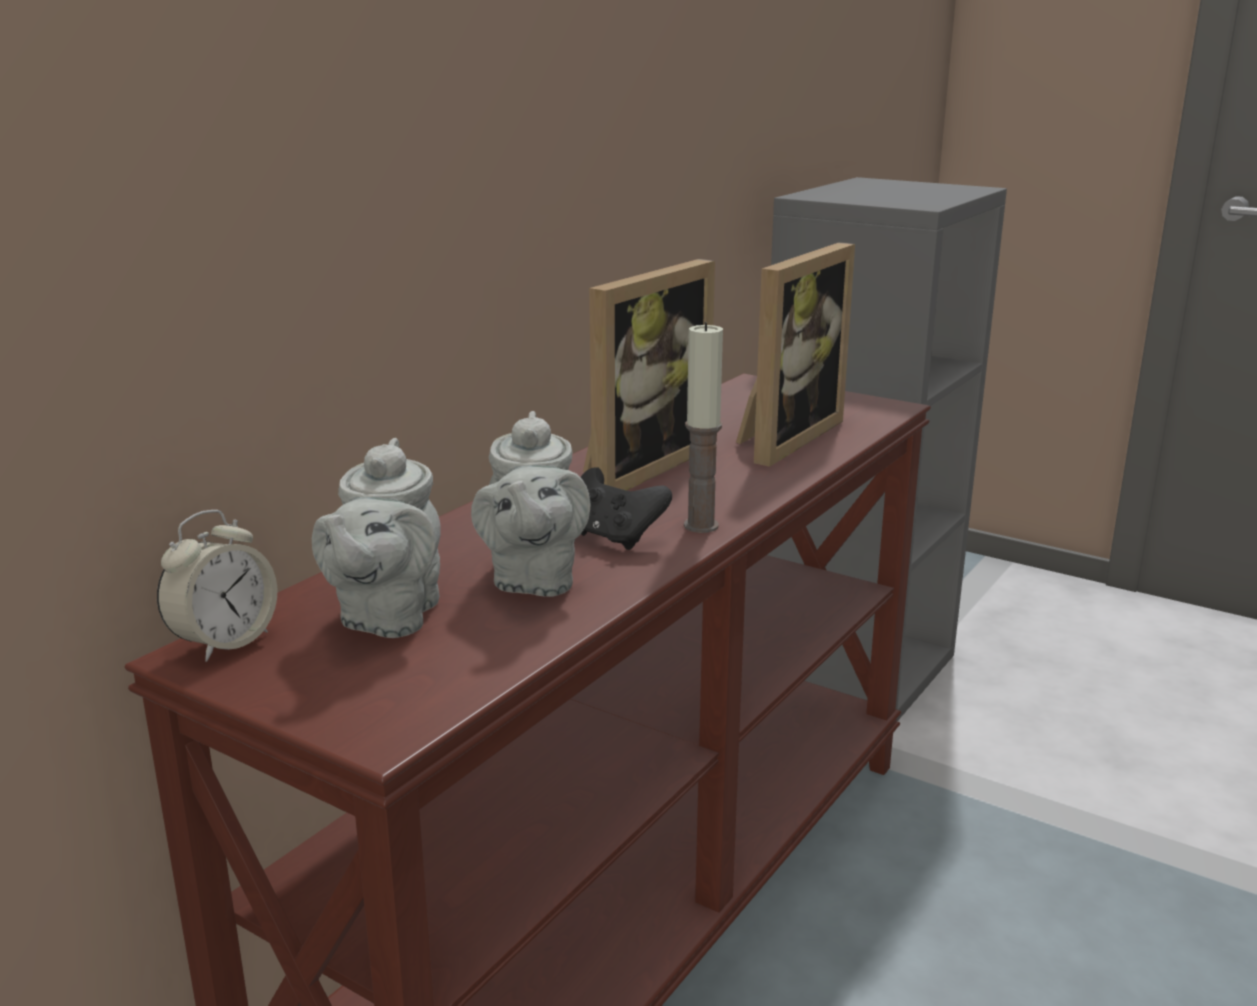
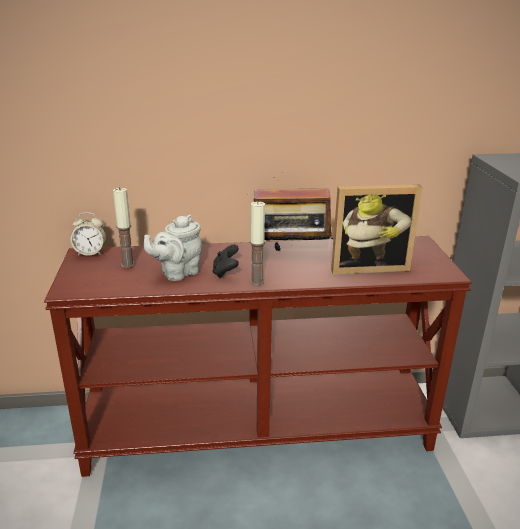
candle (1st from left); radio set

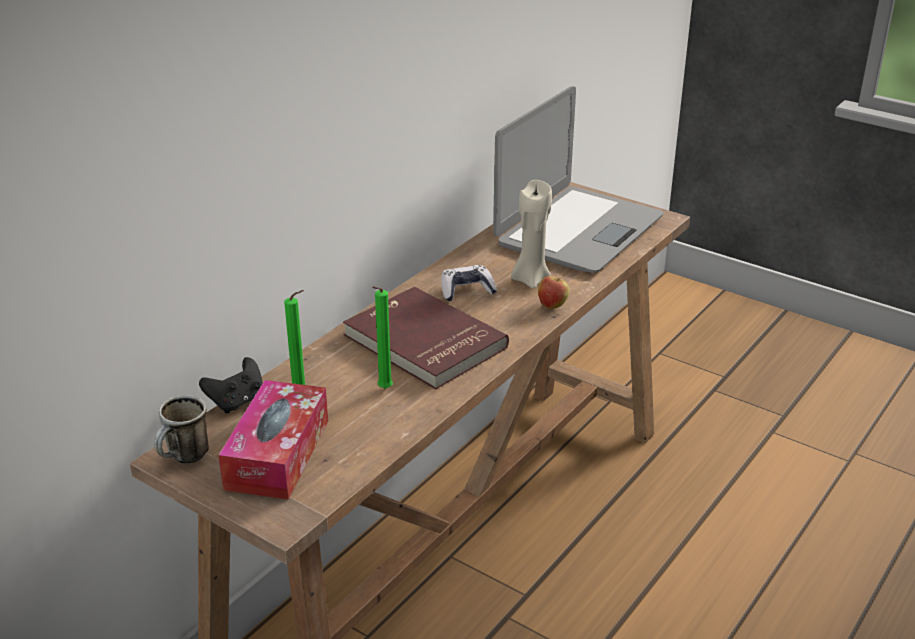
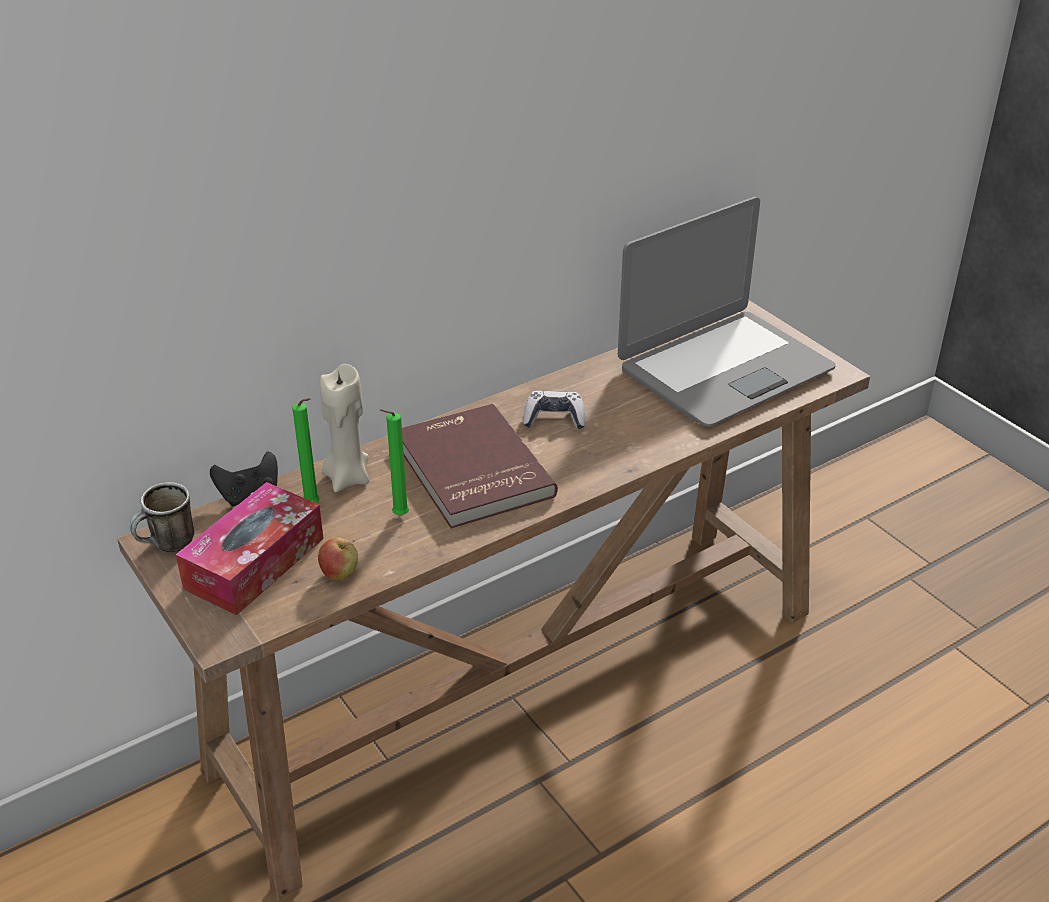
sand-coloured candle; apple fruit

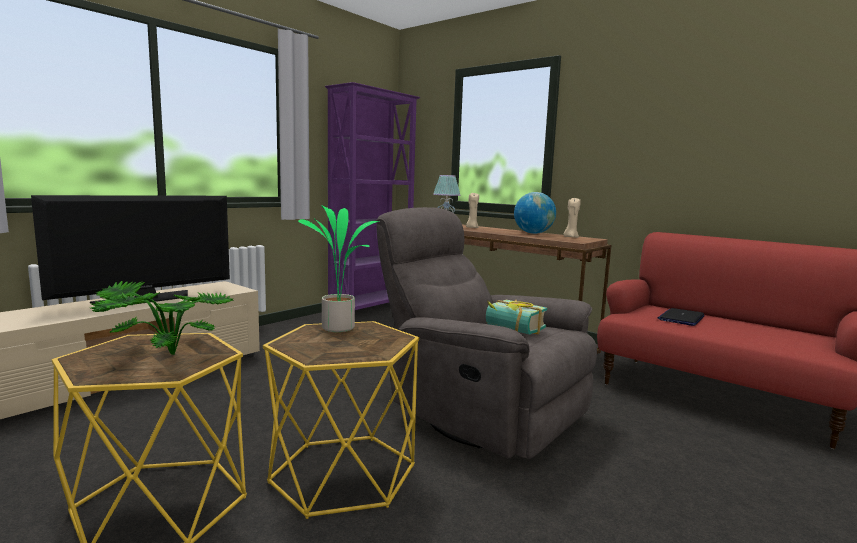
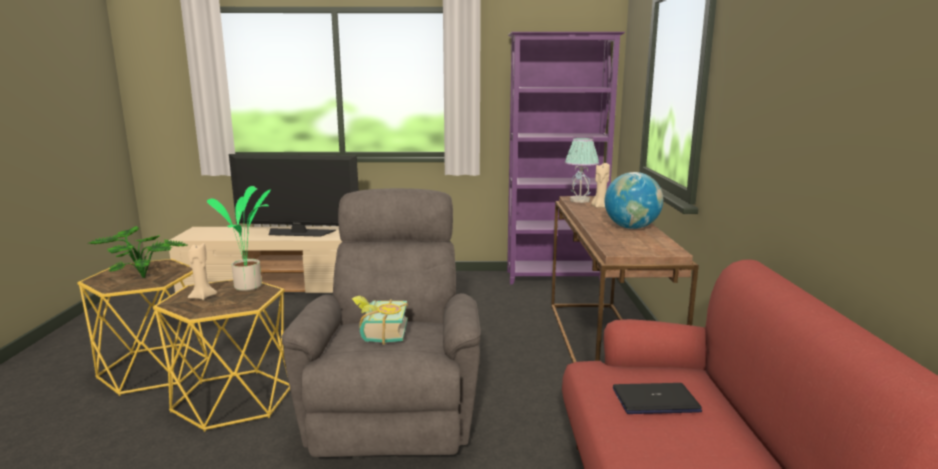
sand-coloured candle (1st from left)

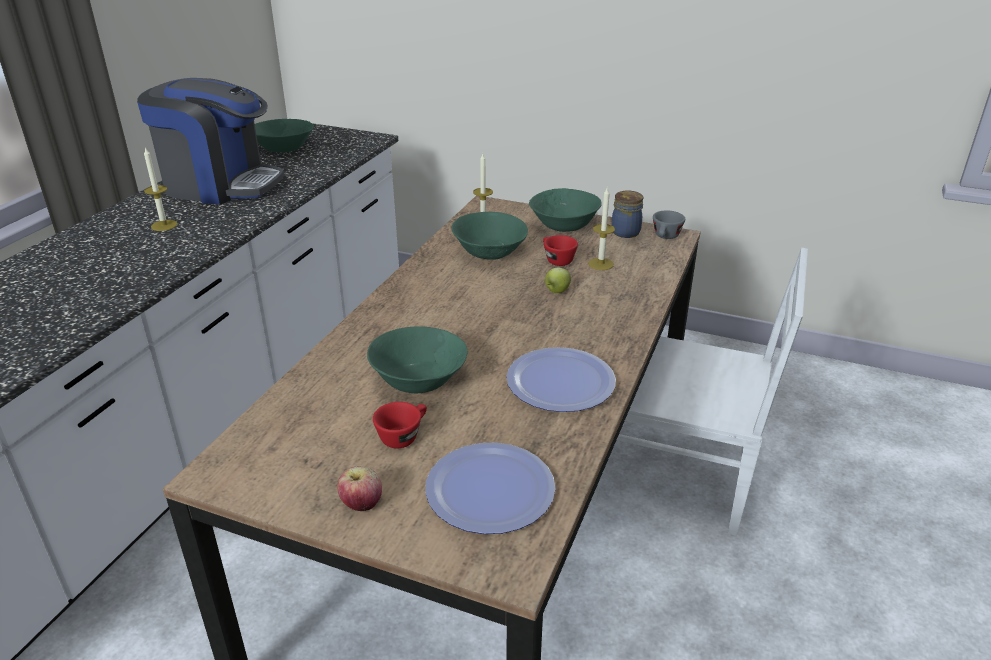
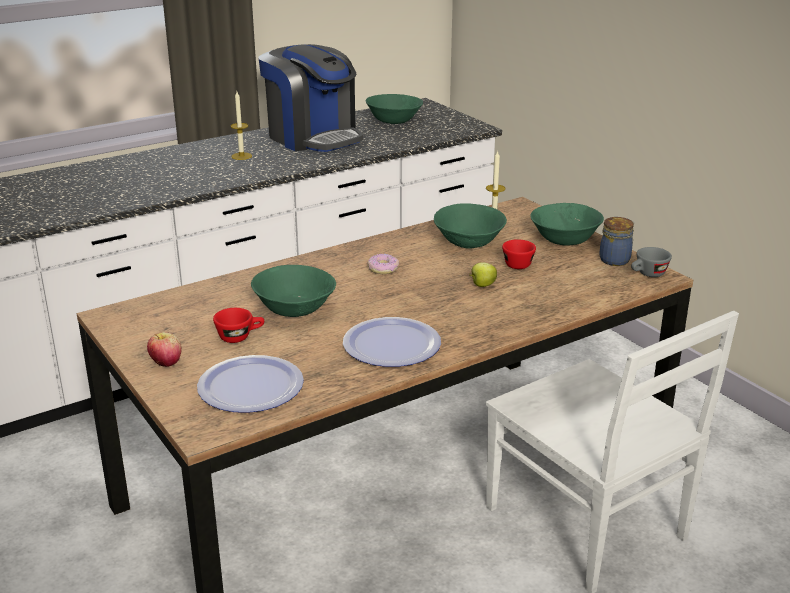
candle (3rd from left in the first image); doughnut

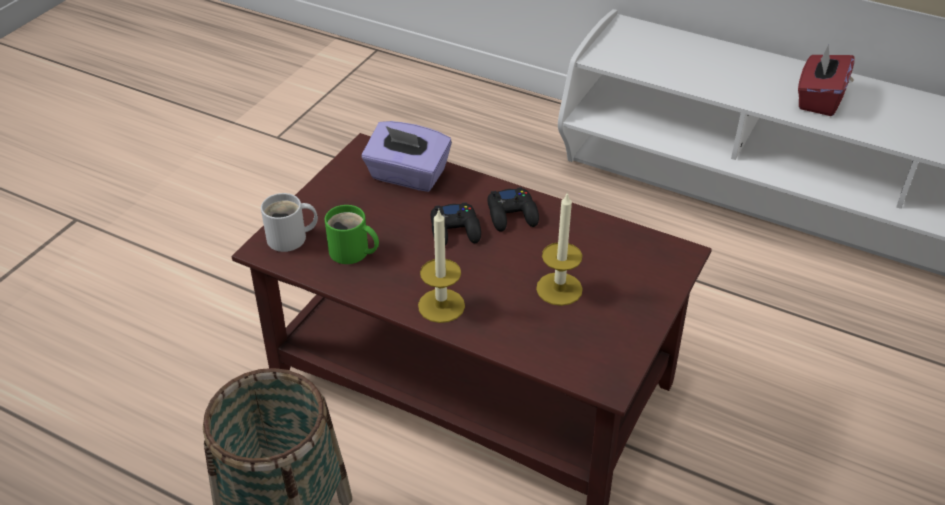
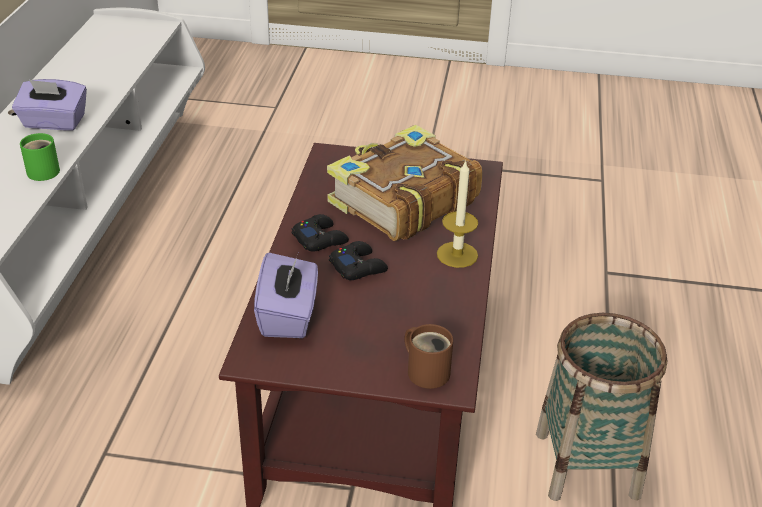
green coffee mug; volume; brownish coffee mug; purple-coloured tissue box (1st from left)

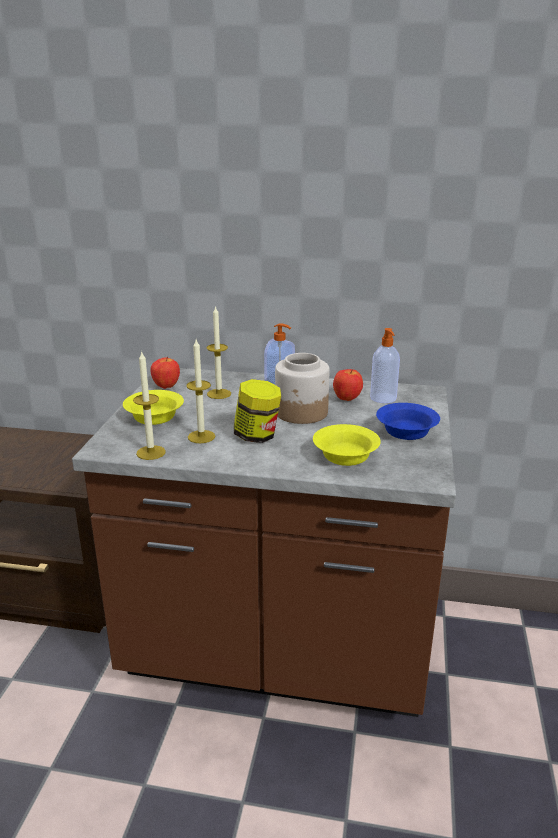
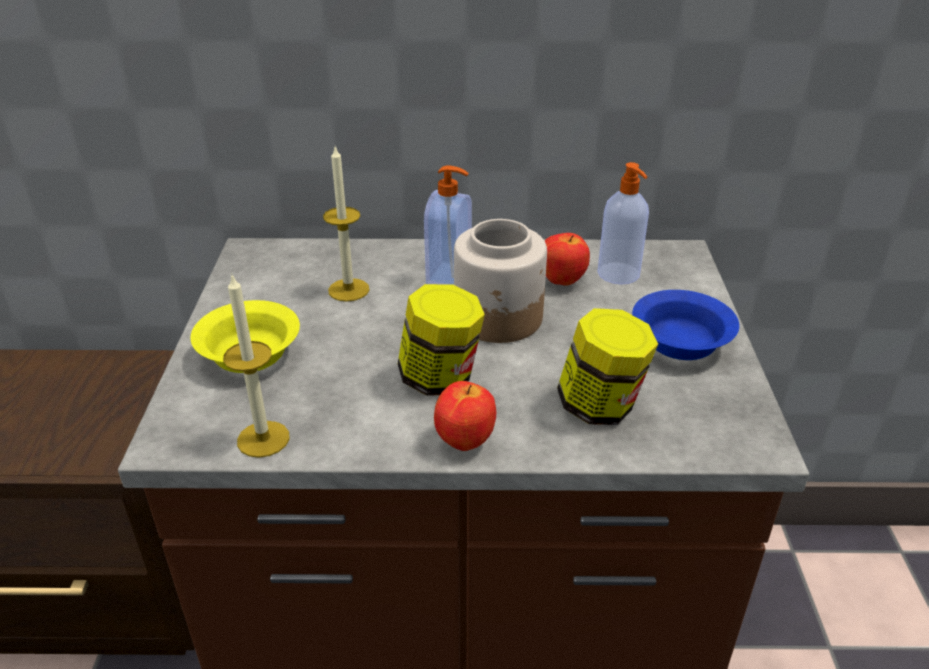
candle (2nd from left in the first image); apple fruit (1st from left); storage jar (3rd from left)

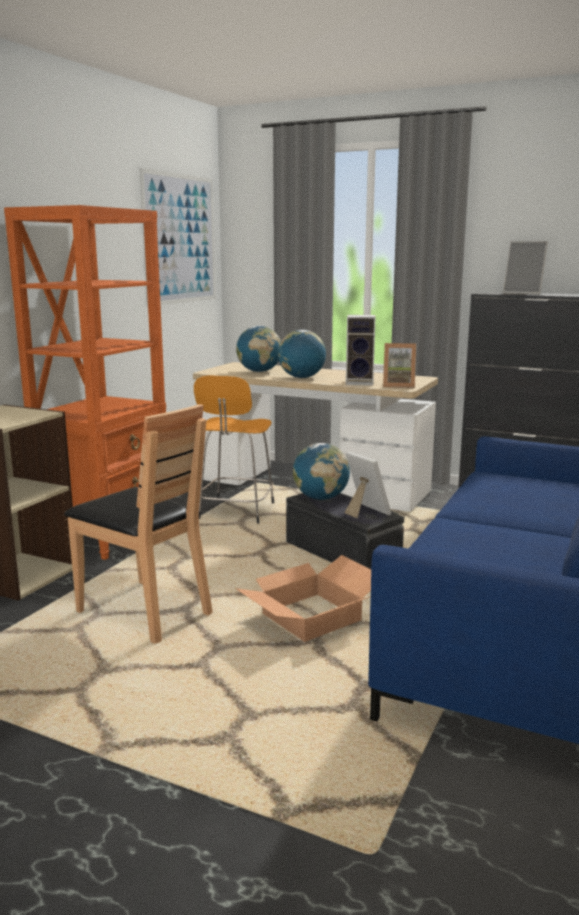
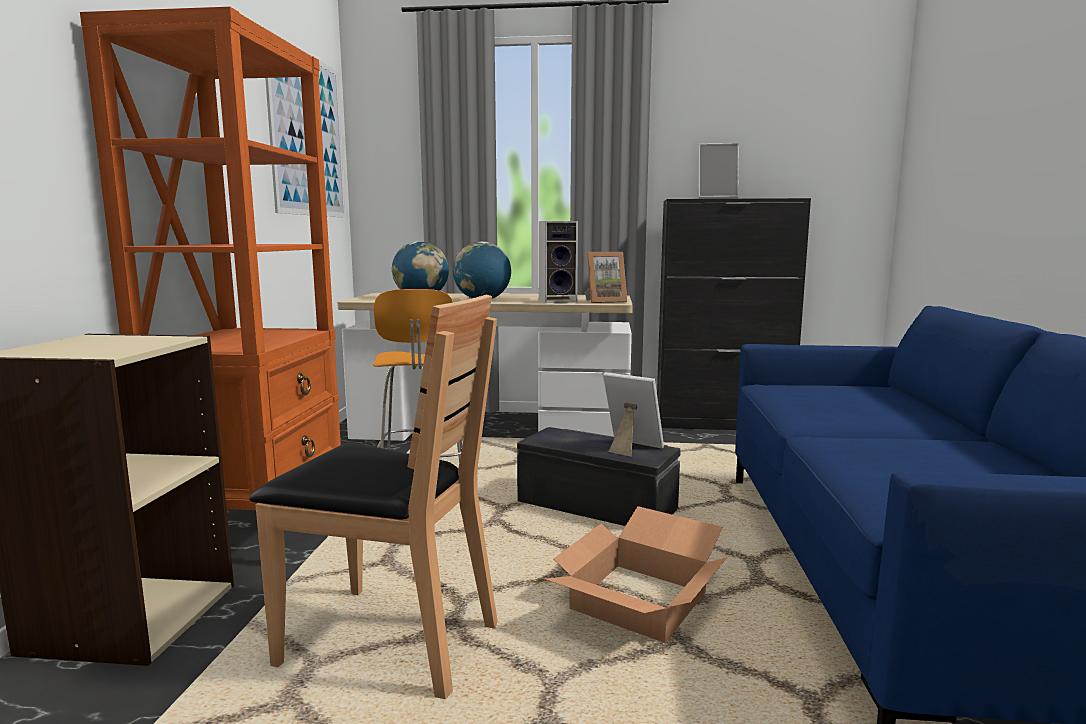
world globe (3rd from left in the first image)

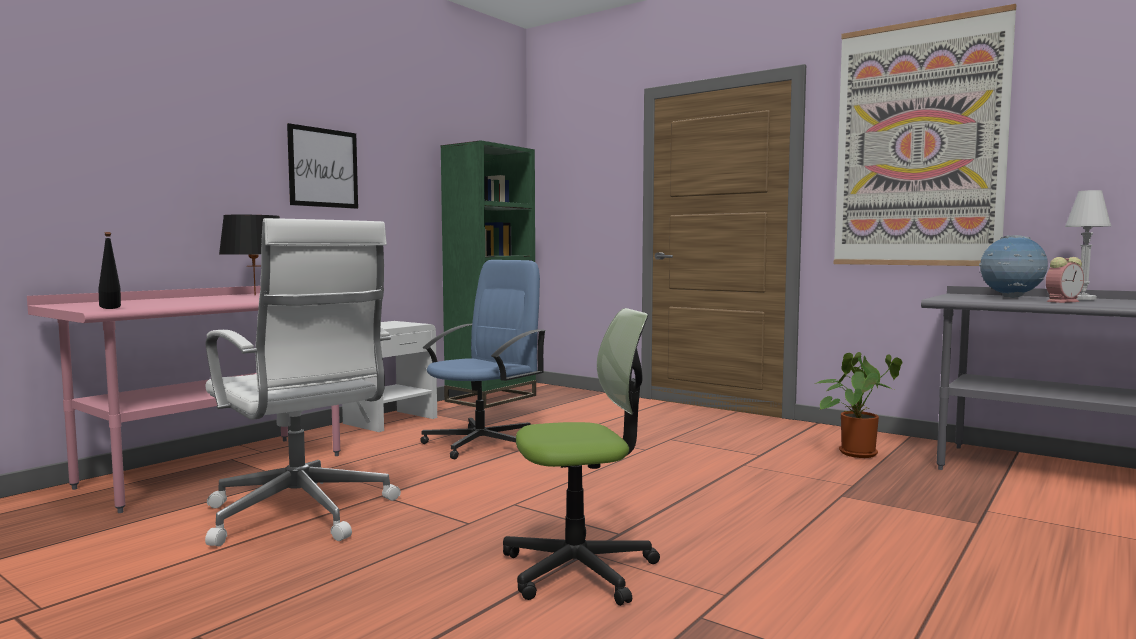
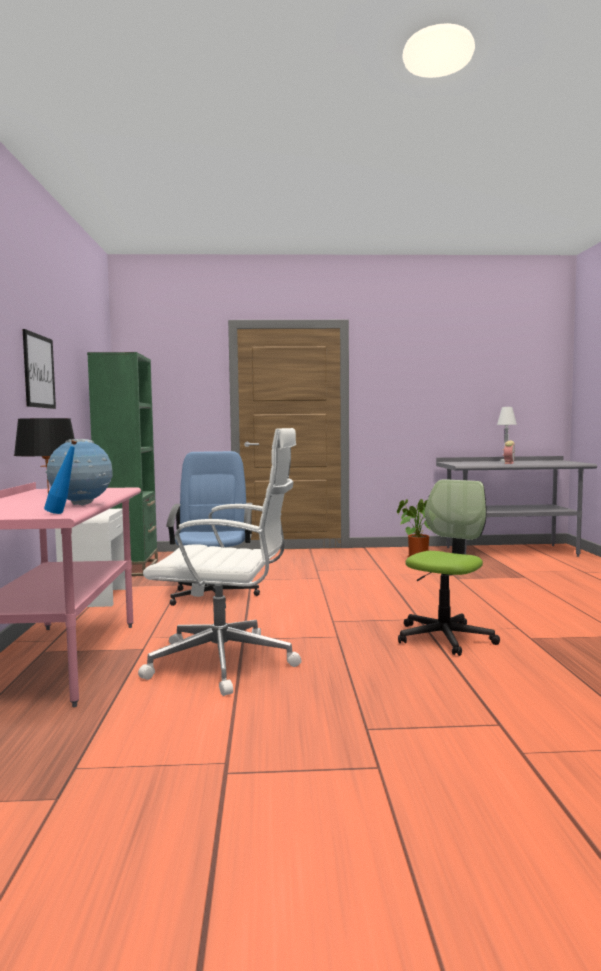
wall picture (2nd from left in the first image); world globe; bluish beverage bottle

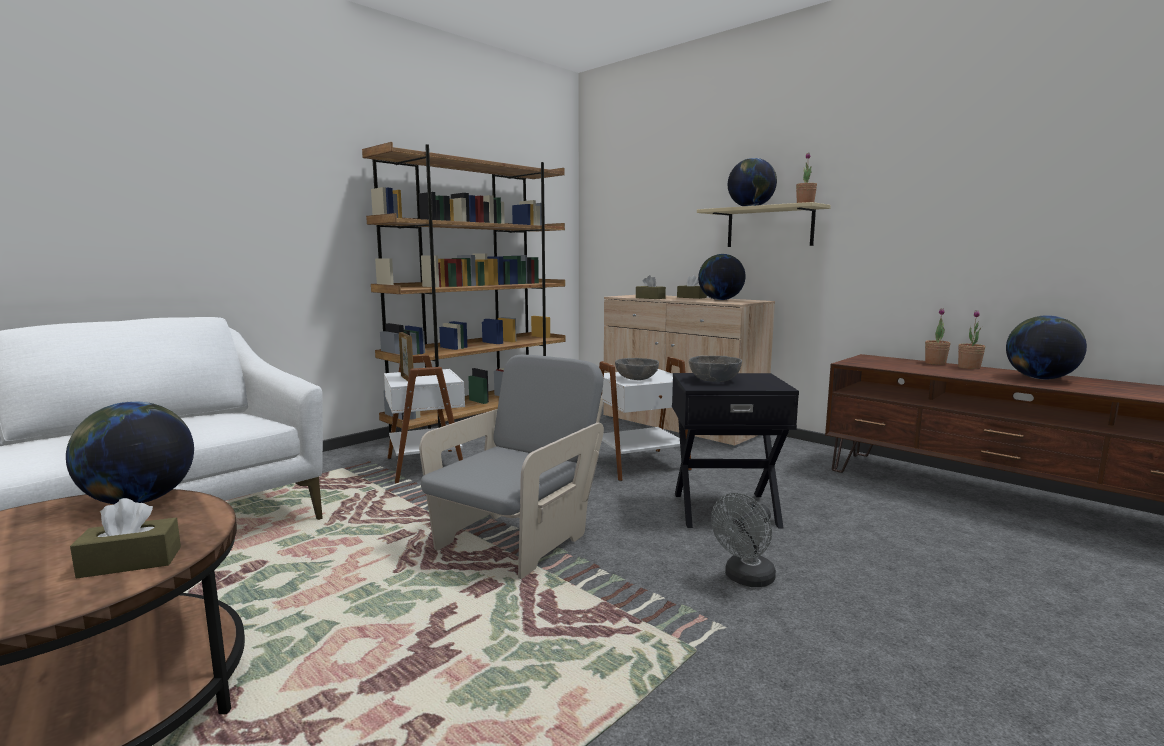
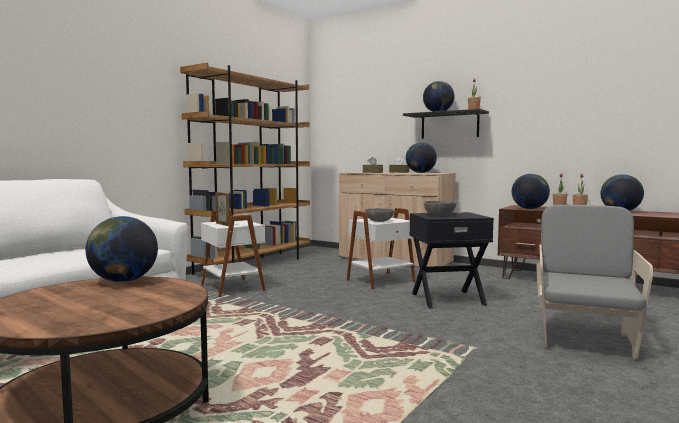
brownish tissue box (1st from left in the first image); grey fan; world globe (4th from left); grey lounge chair; black-coloured bracket shelf

